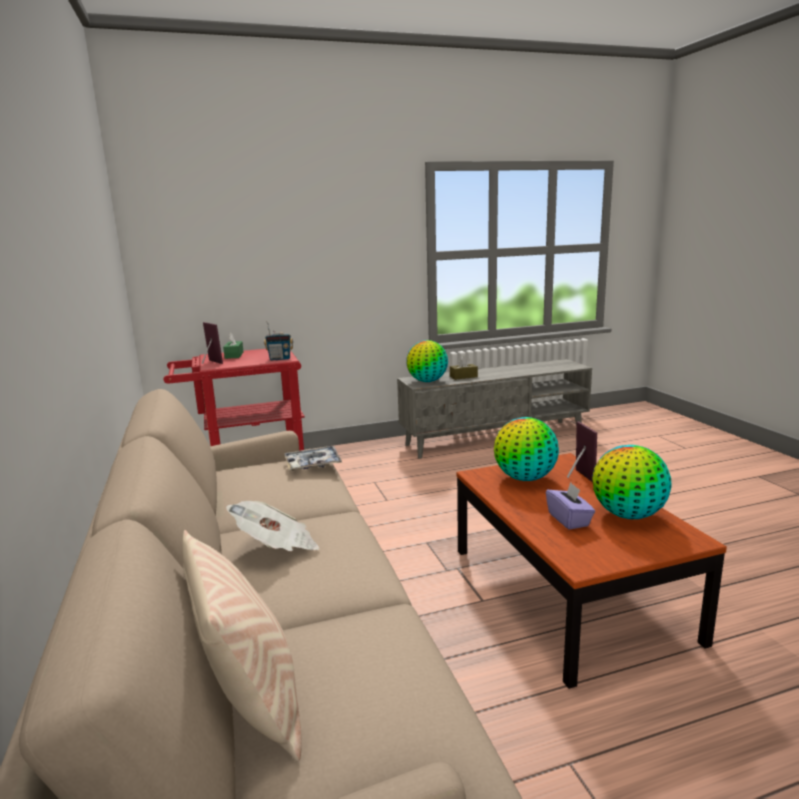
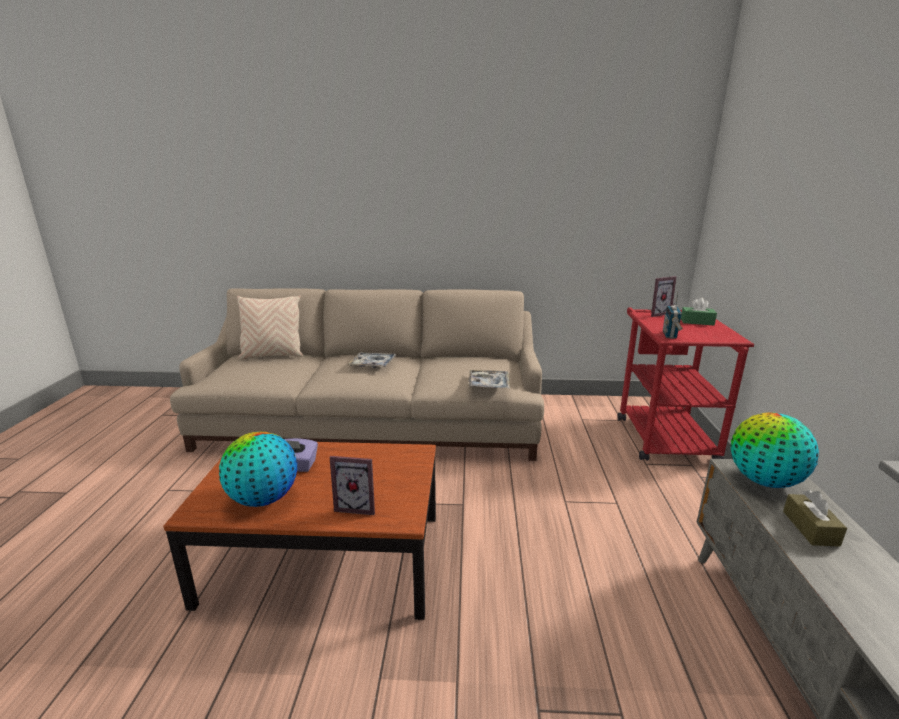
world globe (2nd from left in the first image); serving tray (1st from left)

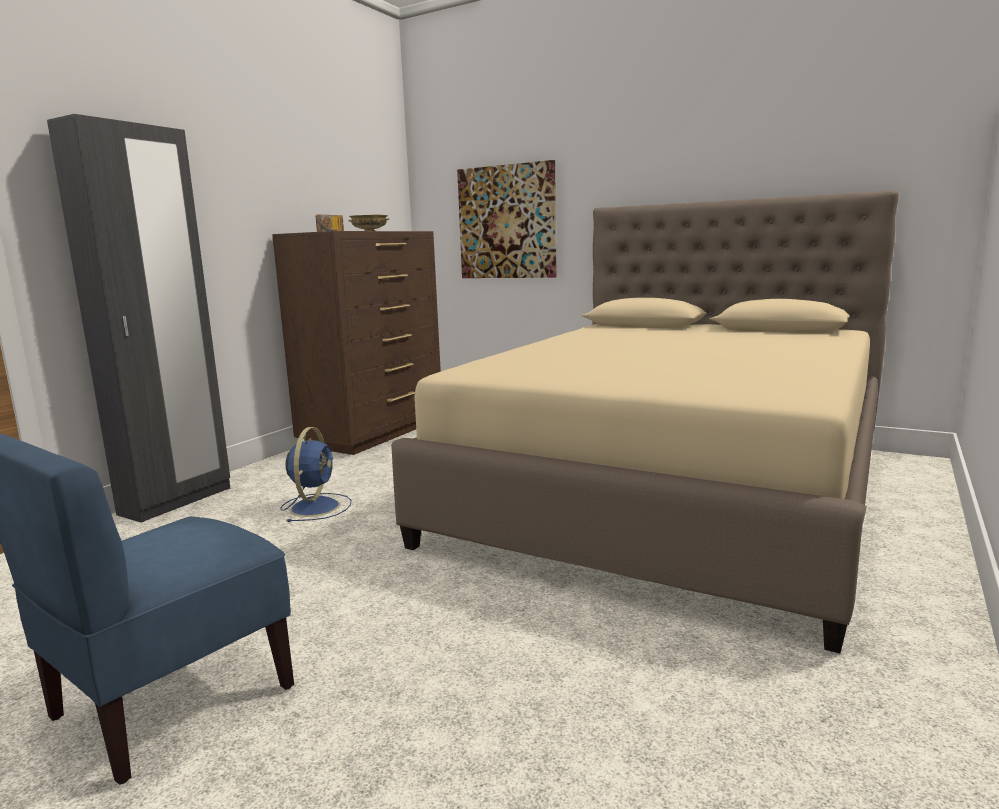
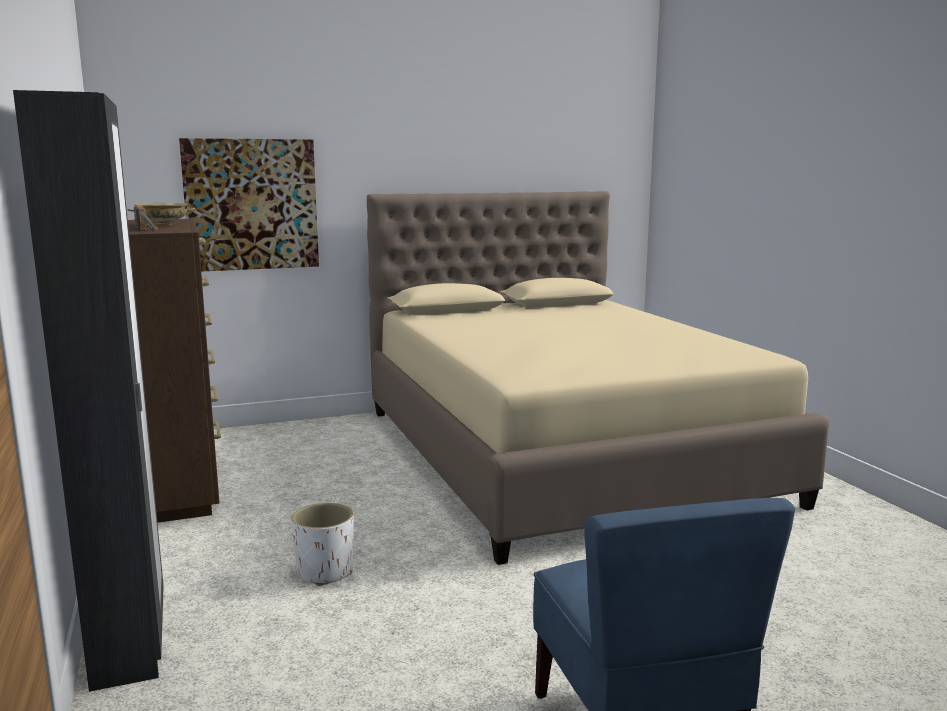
whitish plant pot

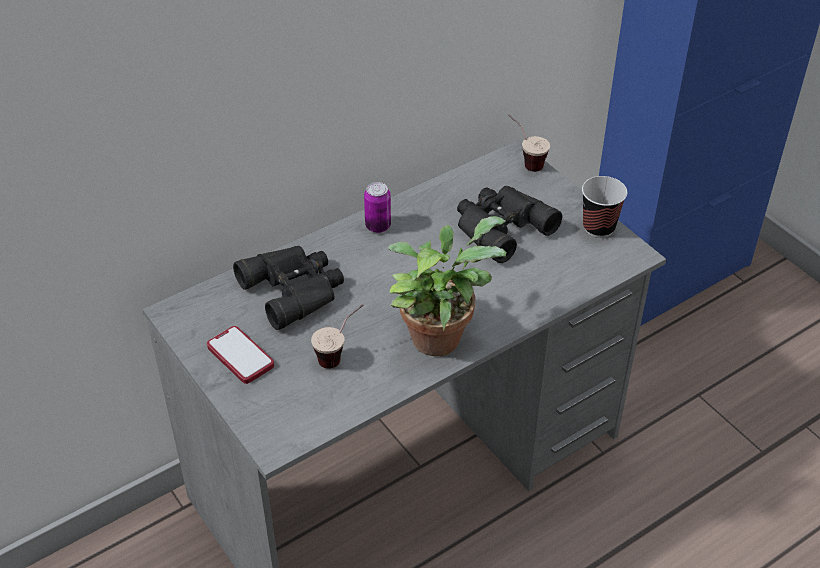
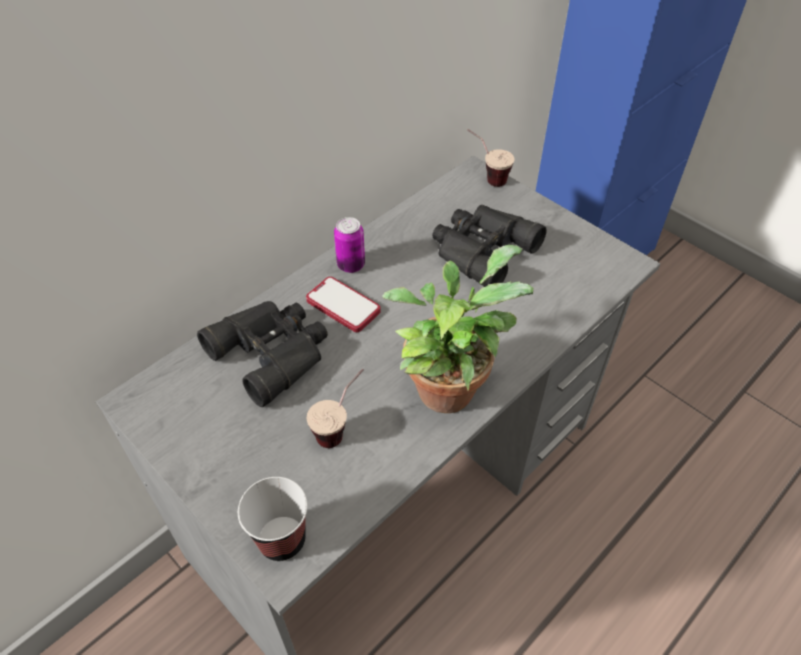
phone; drinking cup (1st from left)

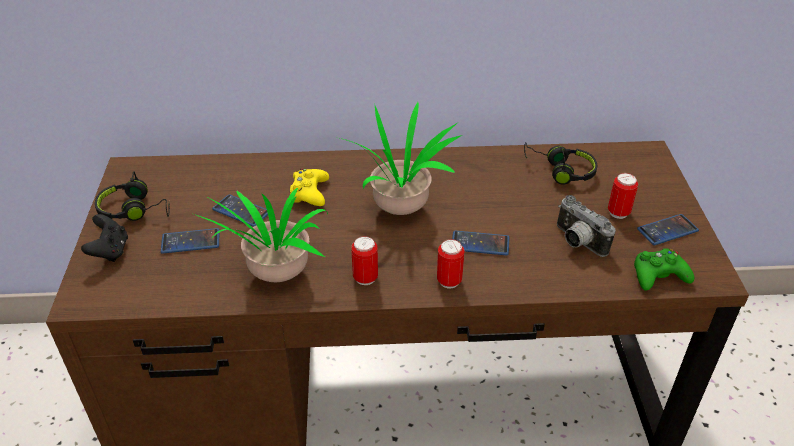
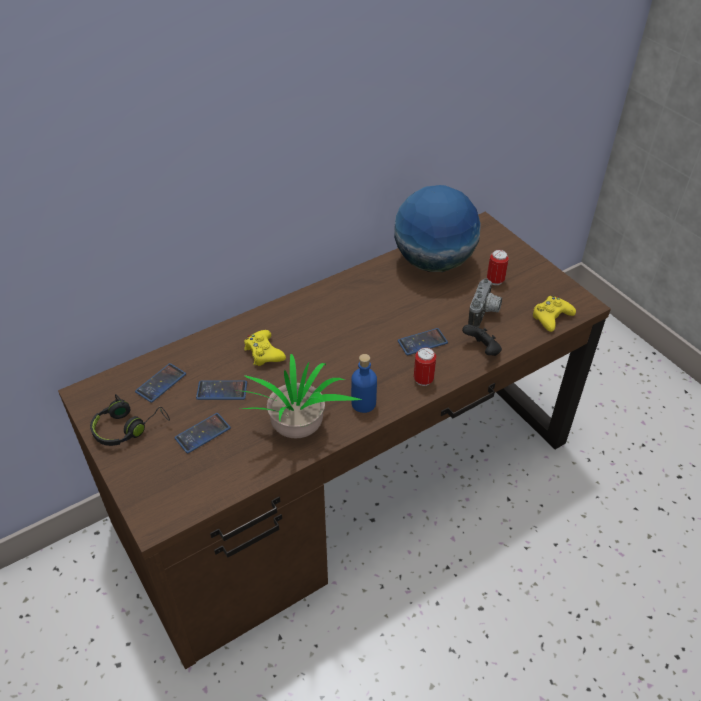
potted plant (2nd from left in the first image); black-coloured gamepad; phone (1st from left); bluish beverage bottle; world globe; yellow gamepad (2nd from left); still camera

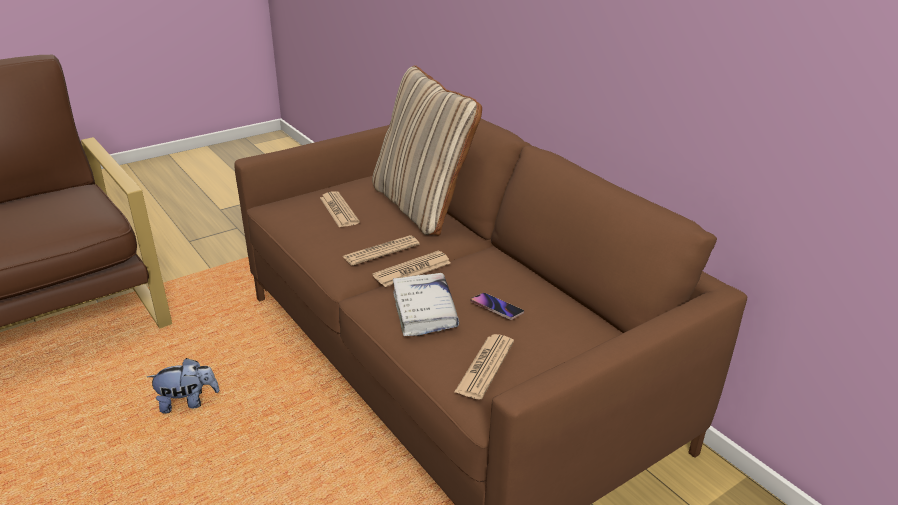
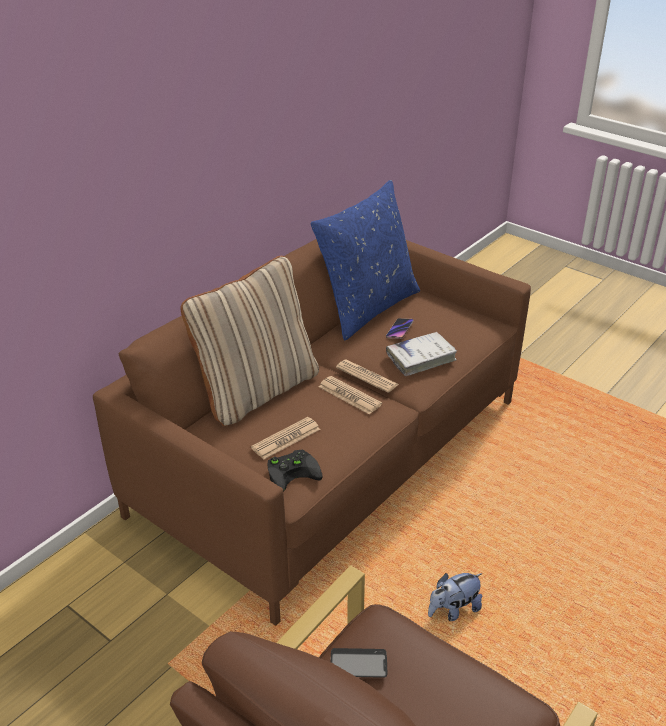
printed paper (4th from left in the first image); black-coloured gamepad; bluish pillow; phone (1st from left); plush toy

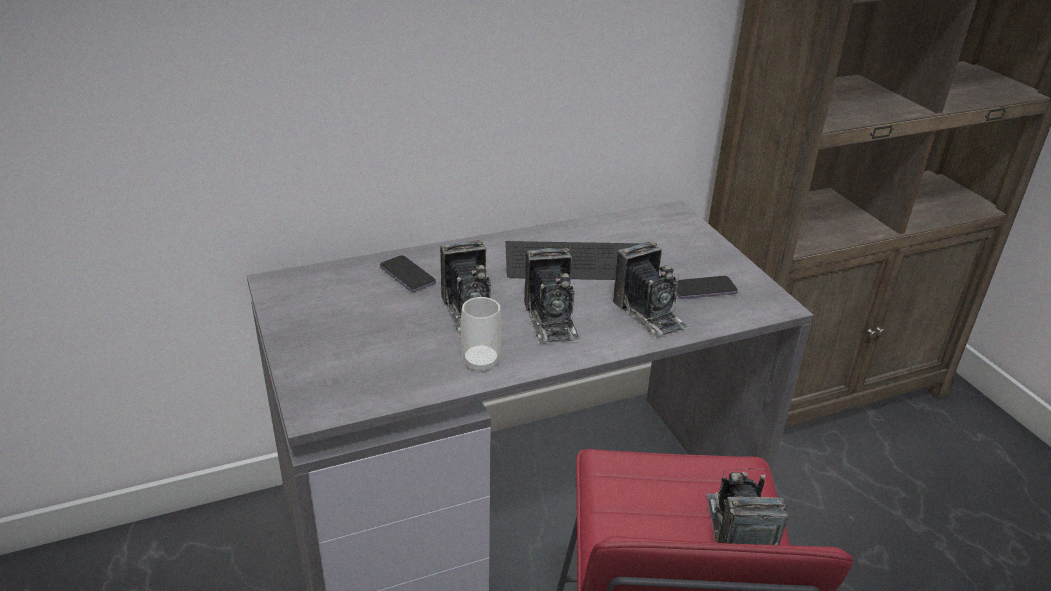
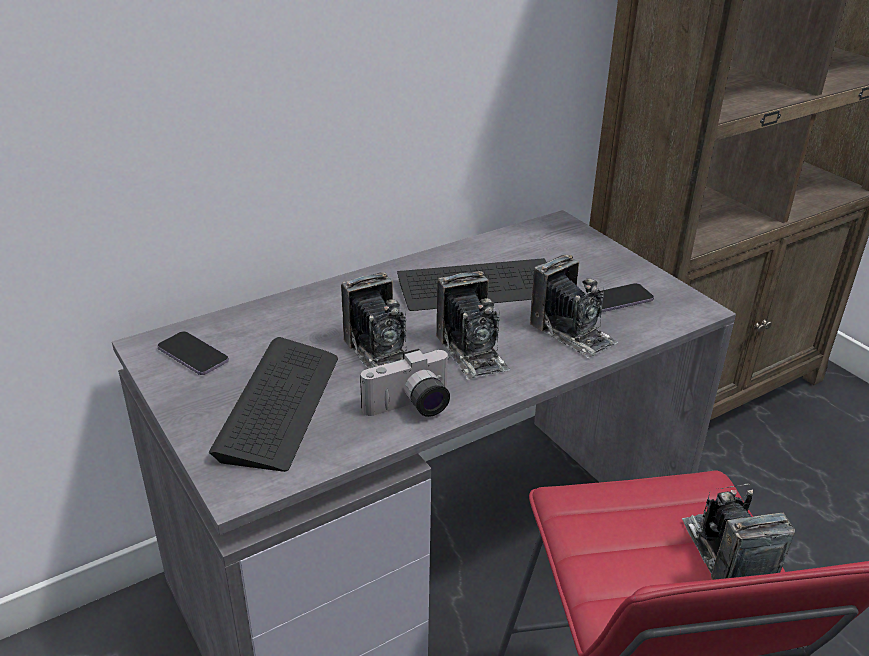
computer keyboard (1st from left); phone (1st from left); still camera (2nd from left)

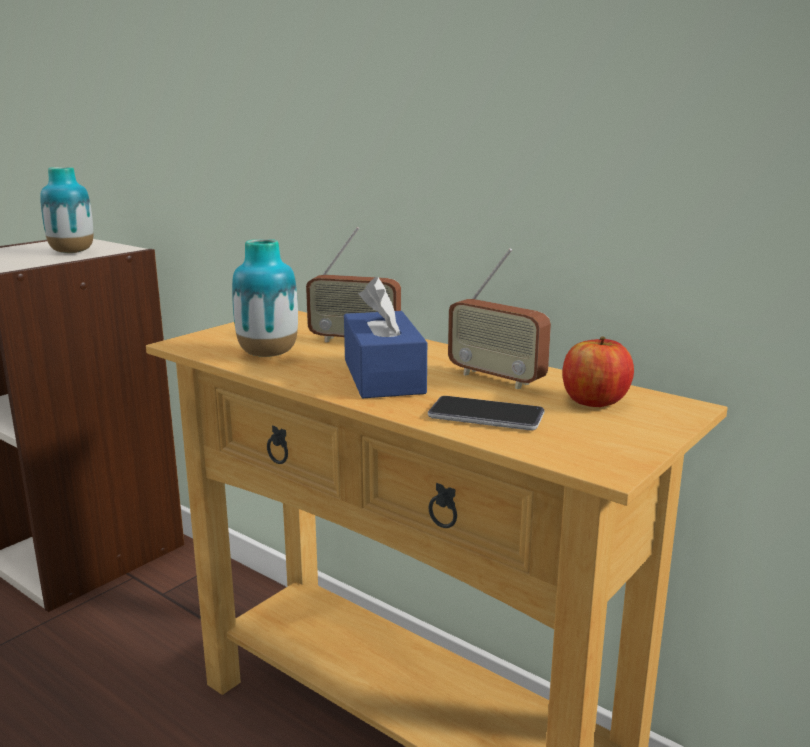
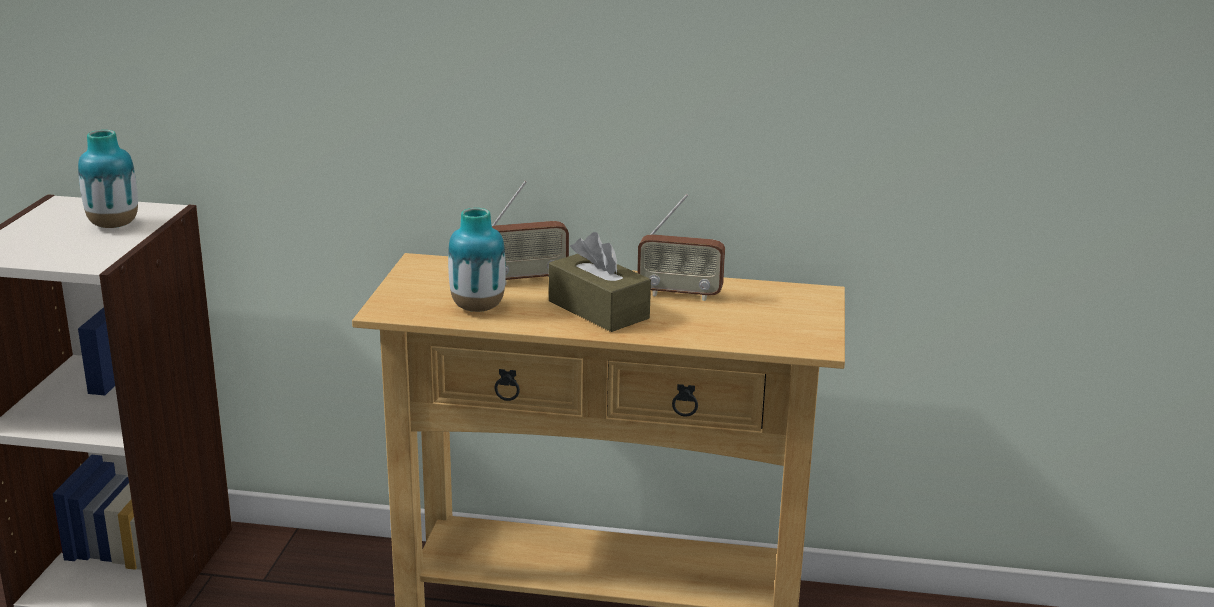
phone; apple fruit; brownish tissue box

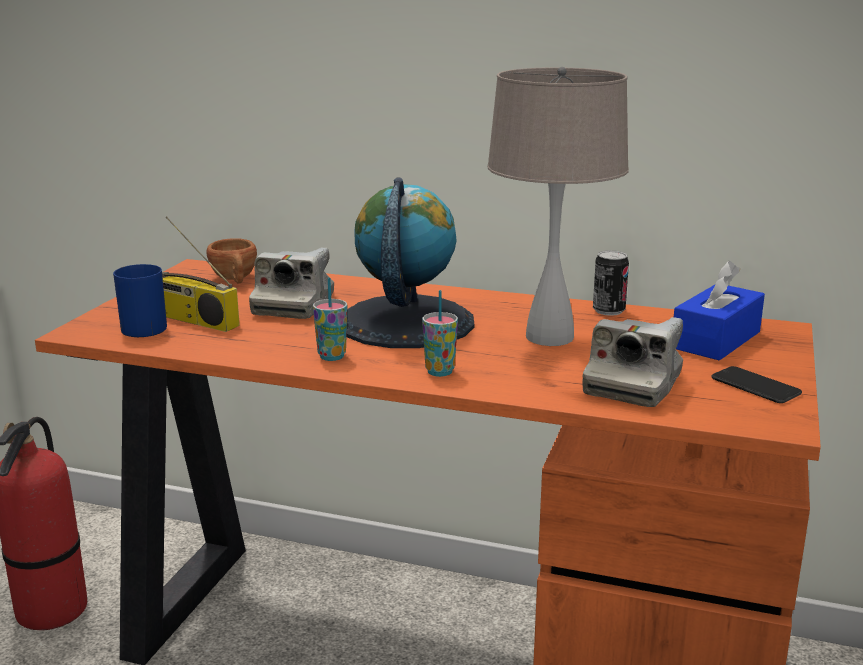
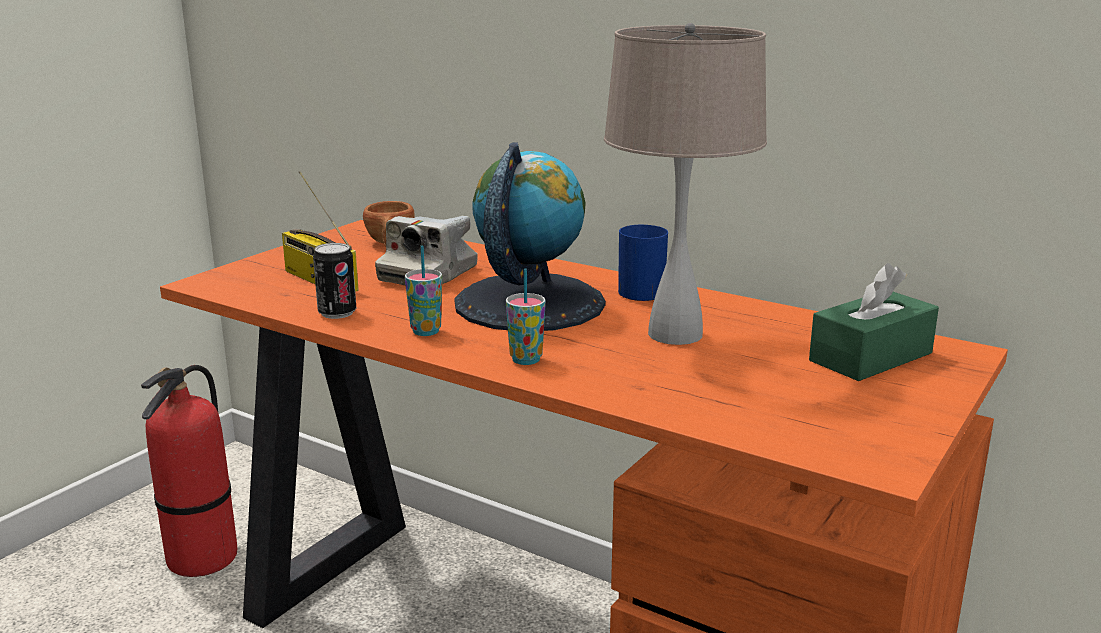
still camera (2nd from left in the first image); phone; bluish coffee mug; sealed can; green tissue box

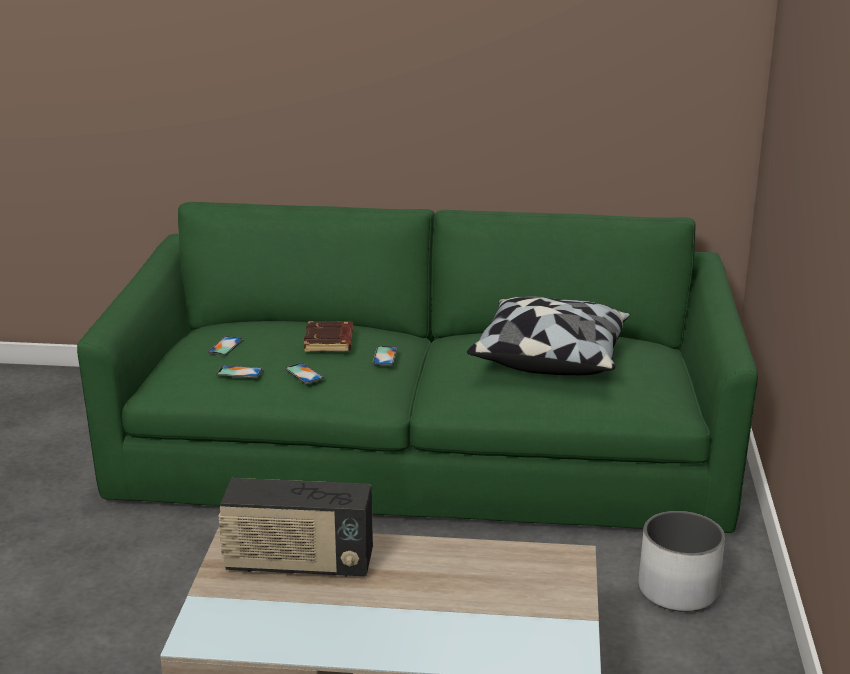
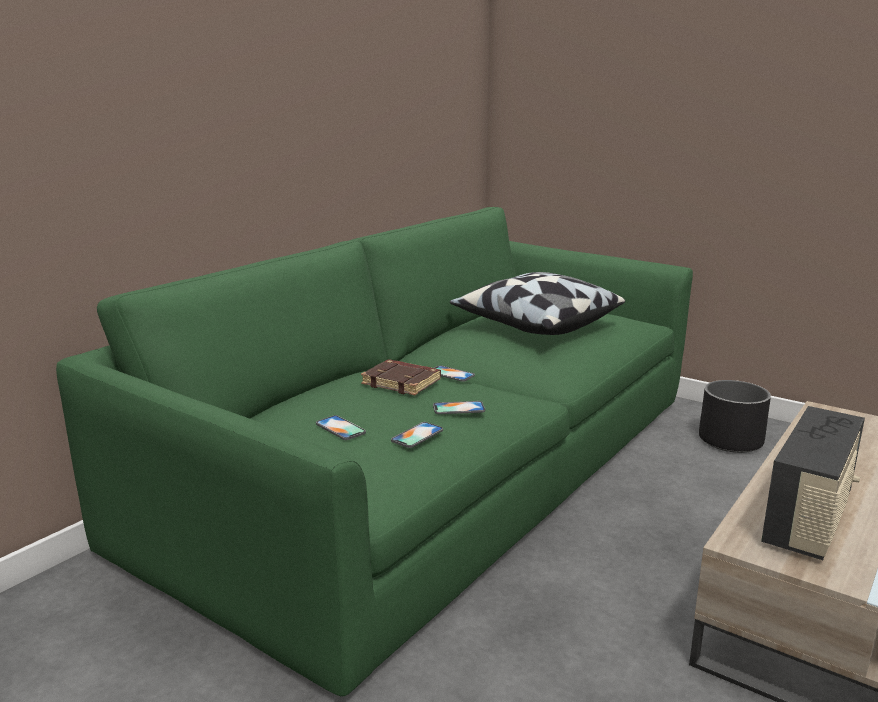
black-coloured plant pot

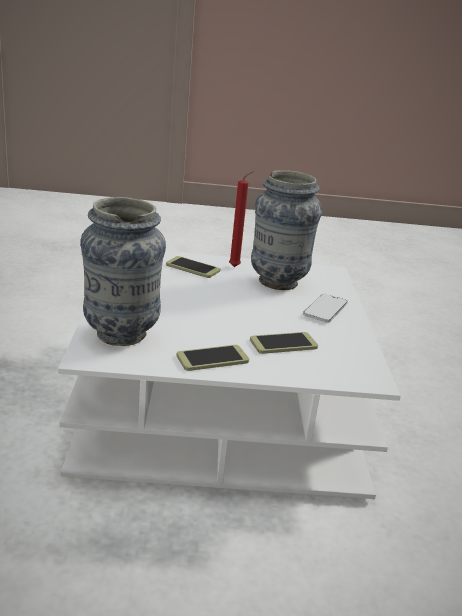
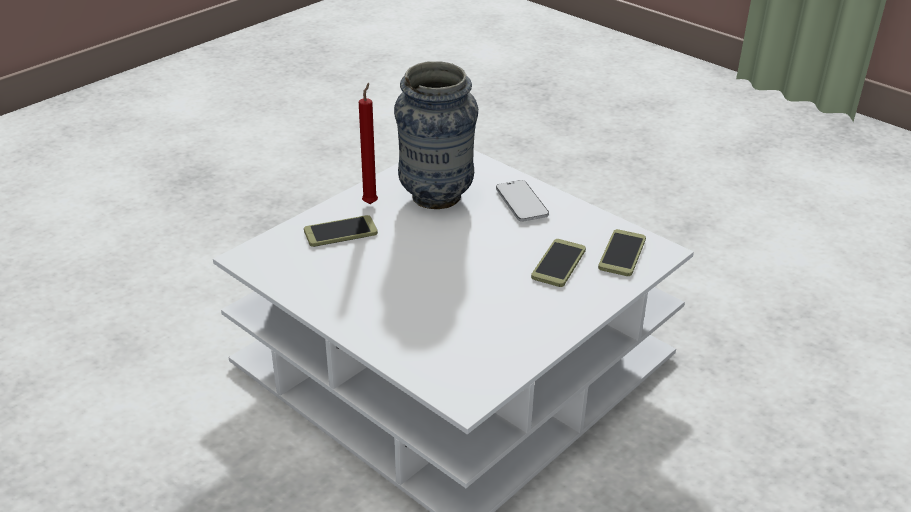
vase (1st from left in the first image); phone (4th from left)

